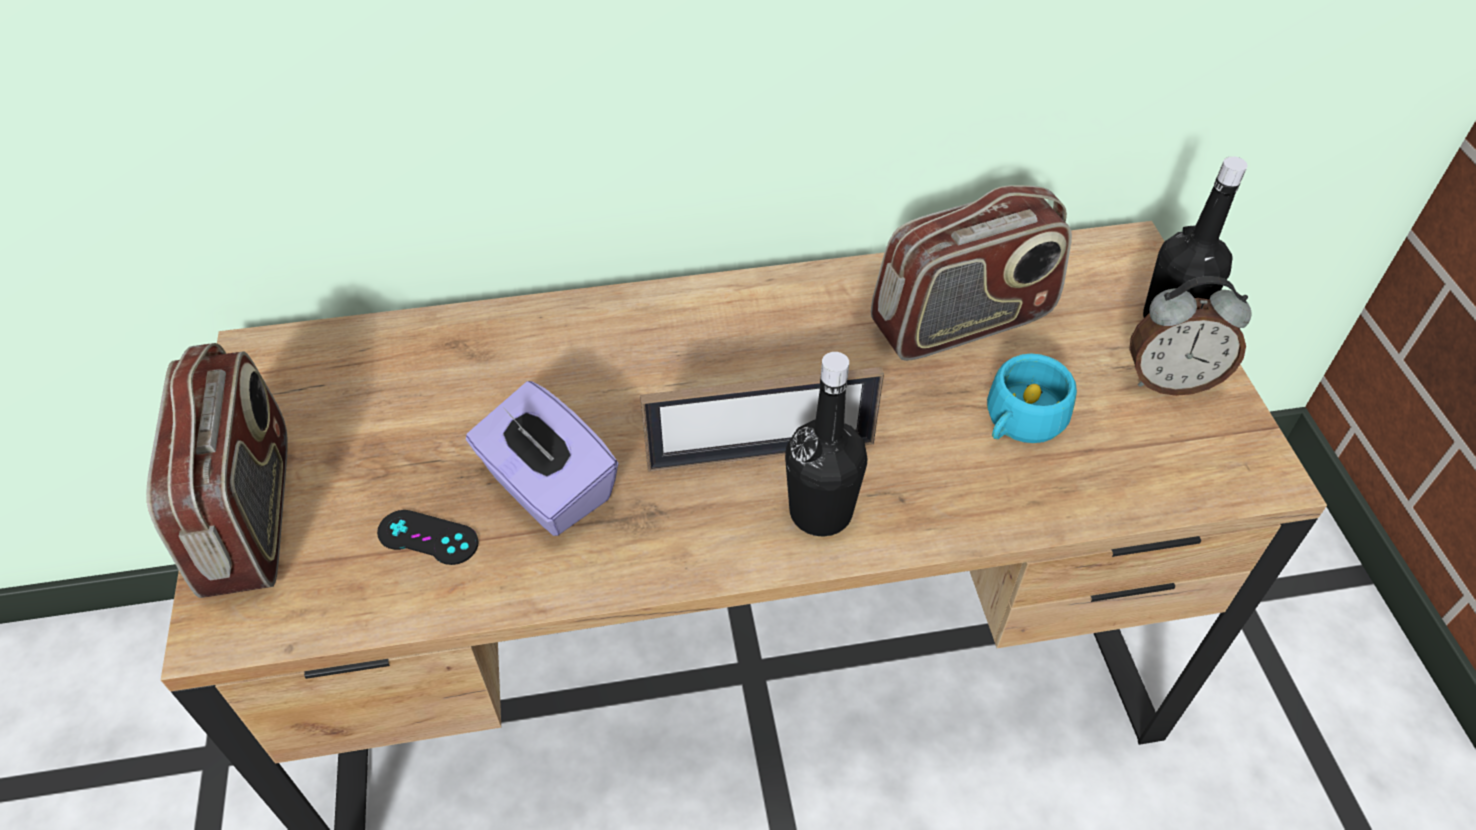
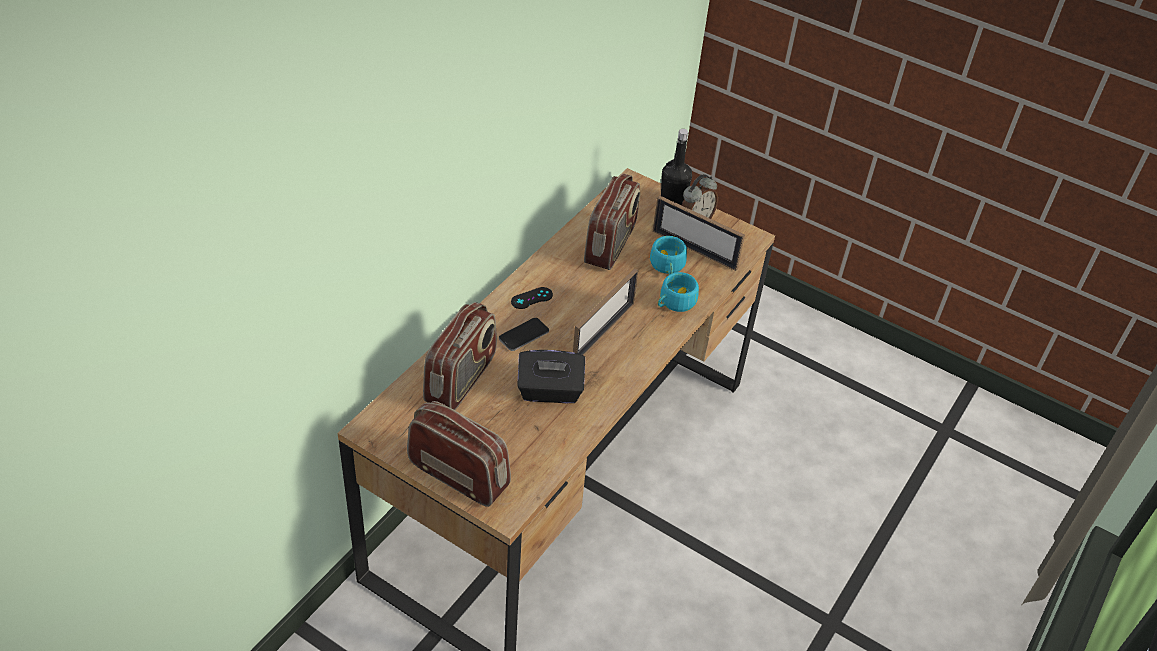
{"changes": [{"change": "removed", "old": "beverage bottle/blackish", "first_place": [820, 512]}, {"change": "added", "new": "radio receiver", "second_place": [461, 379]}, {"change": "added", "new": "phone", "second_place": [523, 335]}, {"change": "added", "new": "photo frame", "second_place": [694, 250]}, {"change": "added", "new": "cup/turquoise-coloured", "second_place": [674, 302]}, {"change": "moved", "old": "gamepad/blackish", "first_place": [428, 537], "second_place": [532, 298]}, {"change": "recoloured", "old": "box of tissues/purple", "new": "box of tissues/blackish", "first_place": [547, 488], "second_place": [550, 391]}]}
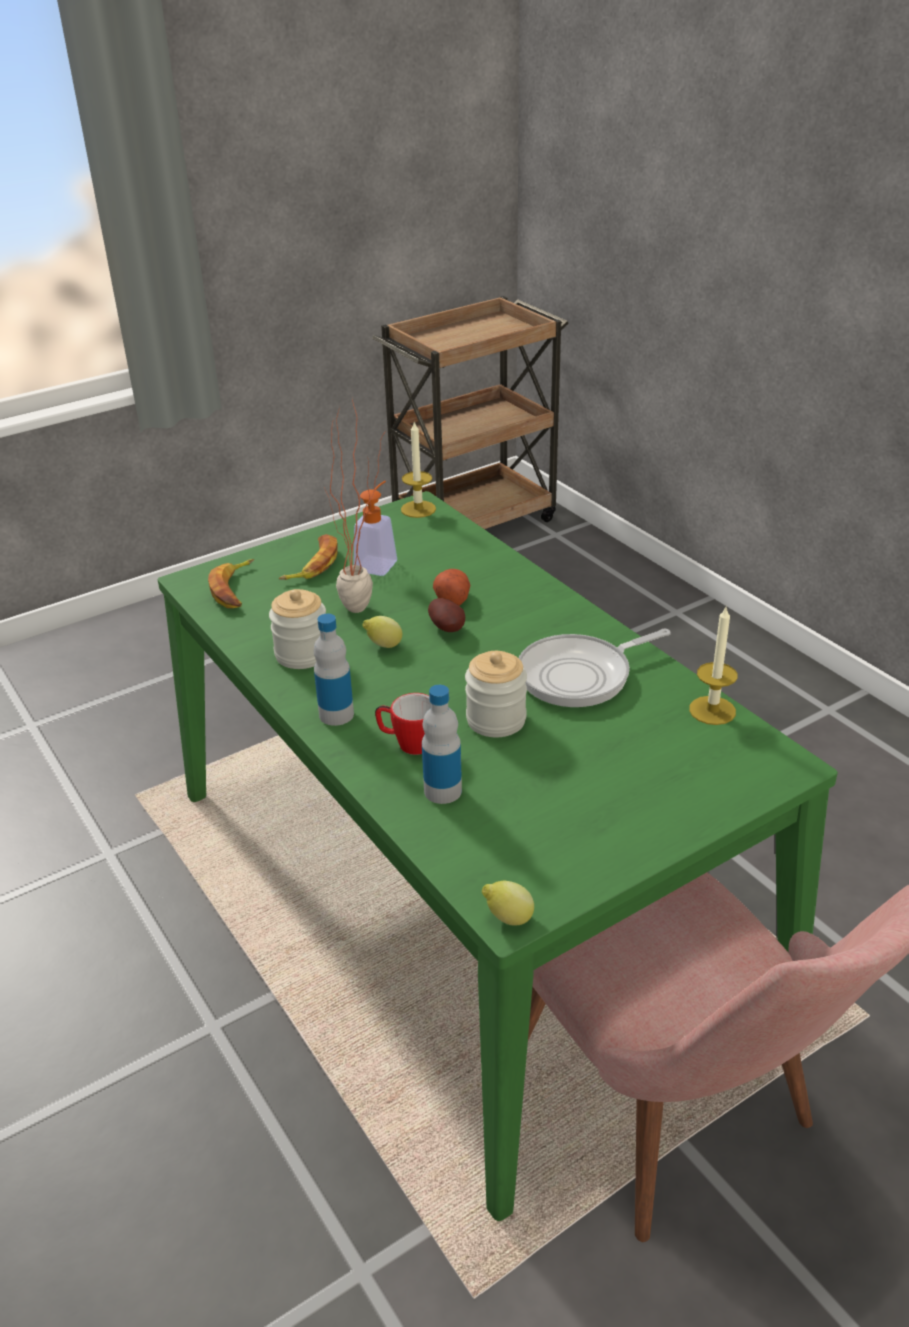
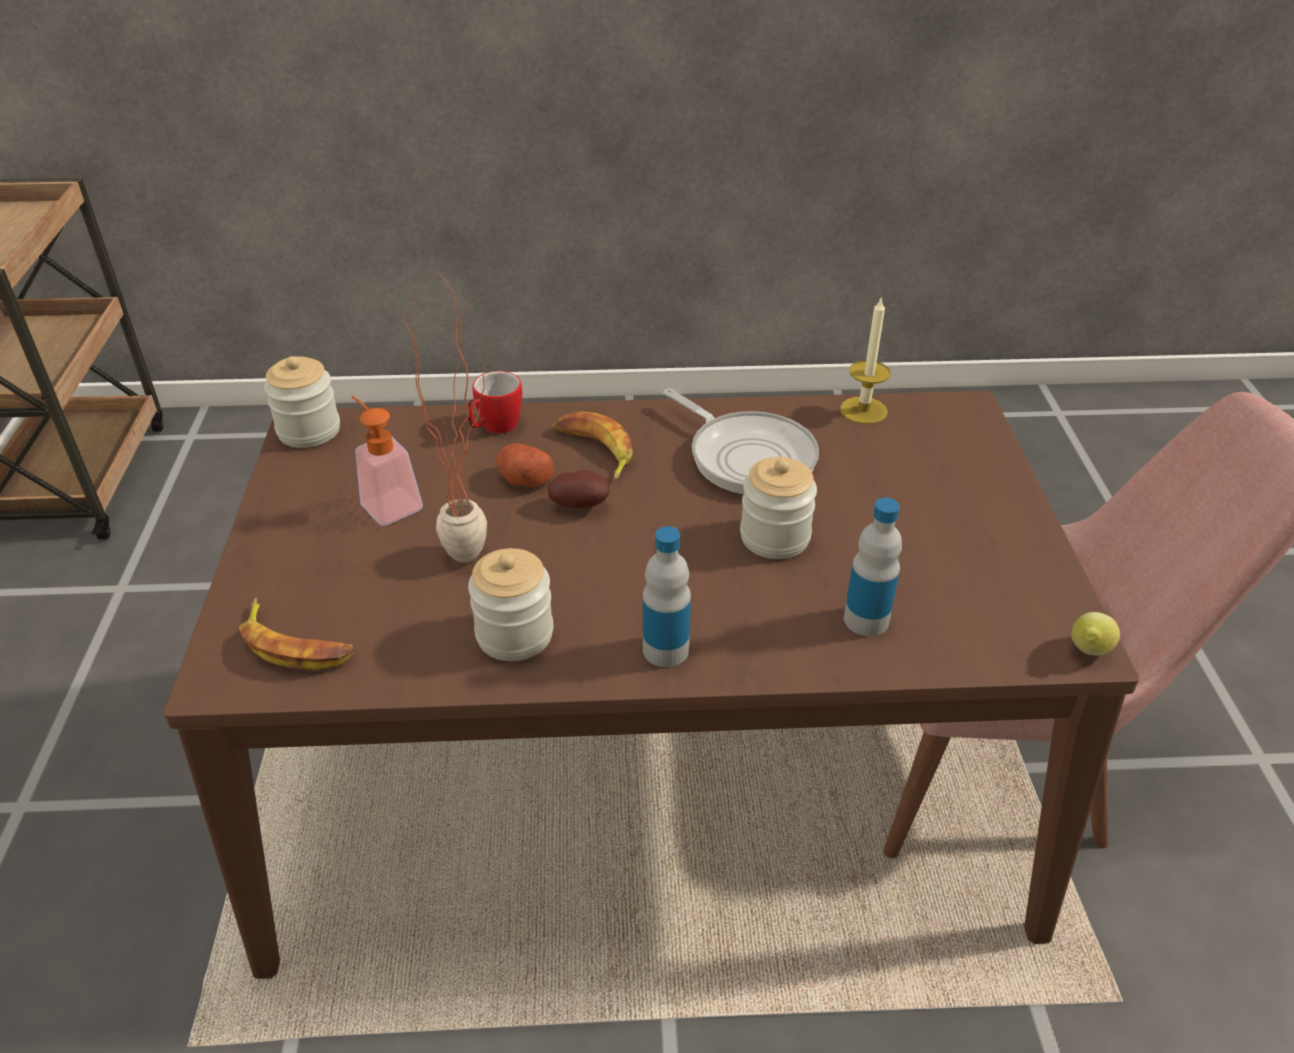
{"changes": [{"change": "removed", "old": "lemon", "first_place": [383, 646]}, {"change": "moved", "old": "banana", "first_place": [313, 564], "second_place": [593, 451]}, {"change": "moved", "old": "mug", "first_place": [408, 743], "second_place": [495, 427]}, {"change": "replaced", "old": "wax light", "new": "preserve jar", "first_place": [418, 509], "second_place": [309, 431]}, {"change": "recoloured", "old": "kitchen table/green-coloured", "new": "kitchen table/brownish", "first_place": [461, 894], "second_place": [647, 777]}, {"change": "turned", "old": "frying pan", "first_place": [580, 675], "second_place": [747, 456], "degrees": -45}]}
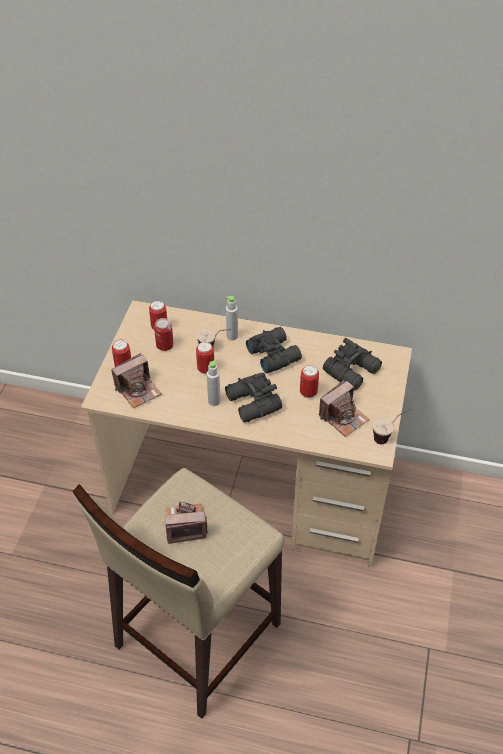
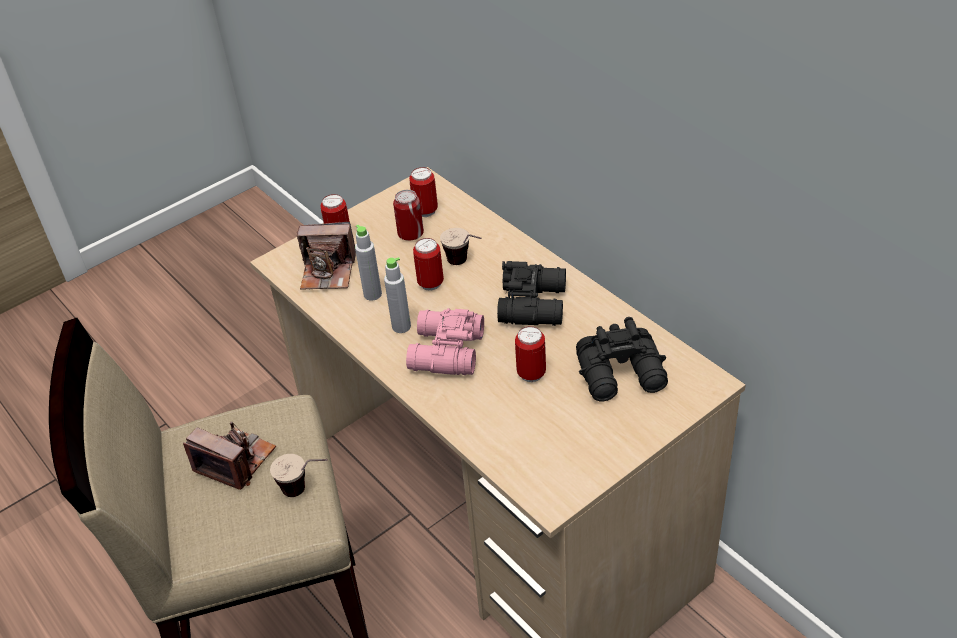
{"changes": [{"change": "removed", "old": "still camera", "first_place": [343, 417]}, {"change": "moved", "old": "beverage bottle/gray", "first_place": [232, 336], "second_place": [372, 294]}, {"change": "moved", "old": "cup", "first_place": [388, 436], "second_place": [306, 491]}, {"change": "recoloured", "old": "pair of binoculars/blackish", "new": "pair of binoculars/pinkish", "first_place": [252, 404], "second_place": [444, 352]}]}
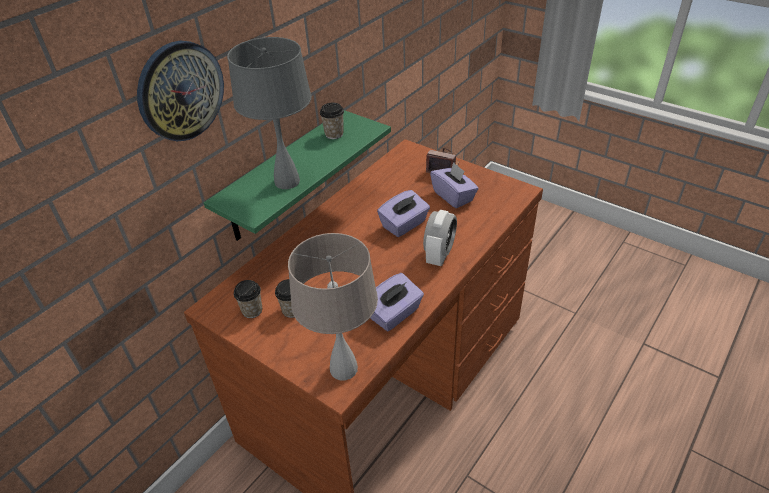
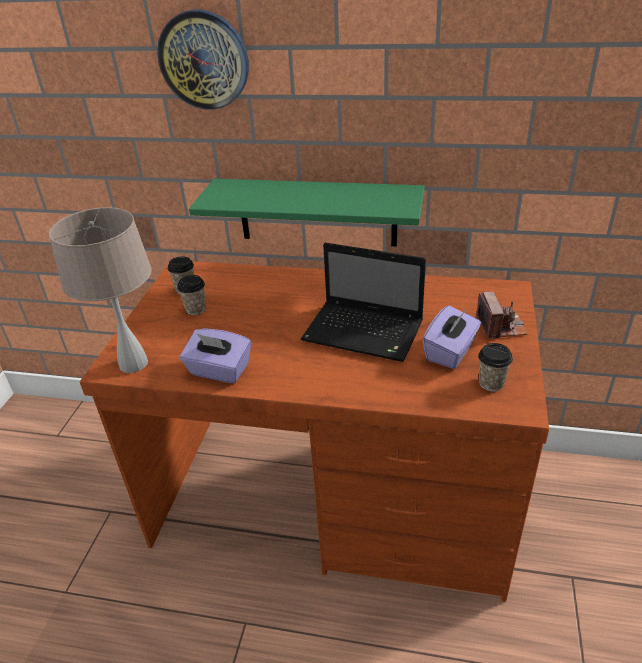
{"changes": [{"change": "removed", "old": "lamp for a table/gray", "first_place": [287, 182]}, {"change": "removed", "old": "alarm clock", "first_place": [439, 255]}, {"change": "moved", "old": "cup", "first_place": [334, 134], "second_place": [491, 383]}, {"change": "replaced", "old": "box of tissues/purple", "new": "portable computer", "first_place": [404, 225], "second_place": [365, 332]}]}
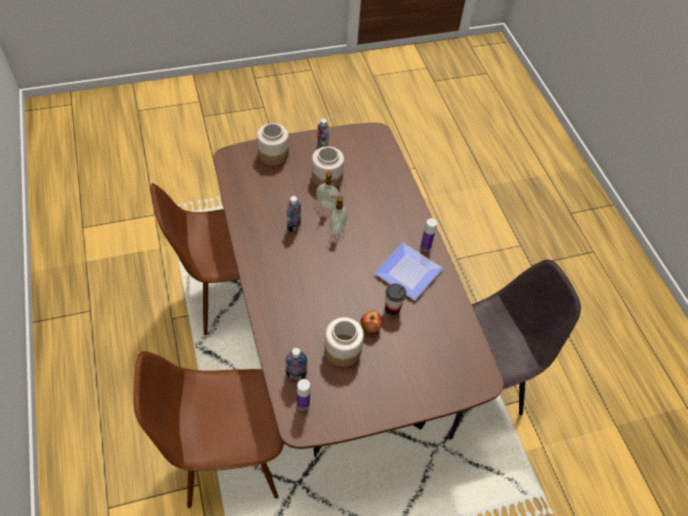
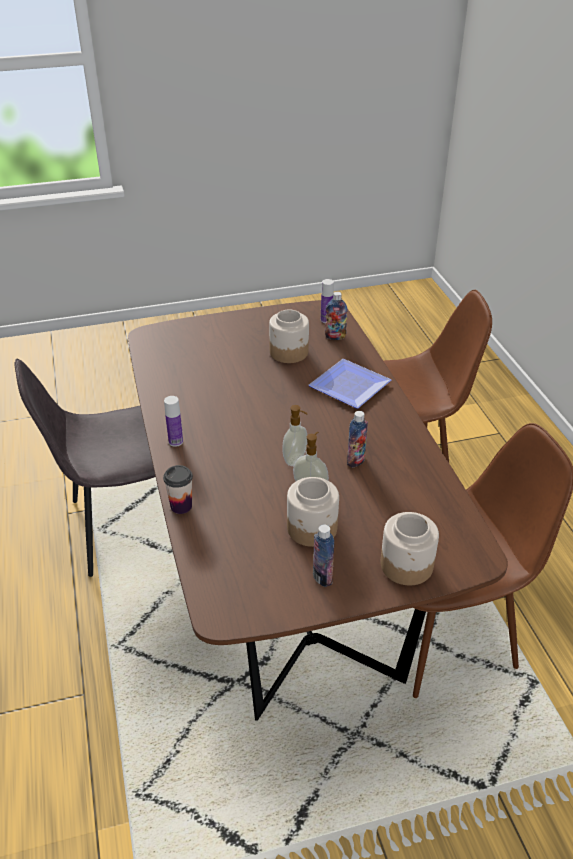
{"changes": [{"change": "removed", "old": "apple", "first_place": [370, 327]}, {"change": "moved", "old": "plate", "first_place": [408, 274], "second_place": [349, 384]}, {"change": "moved", "old": "cup", "first_place": [392, 308], "second_place": [181, 506]}]}
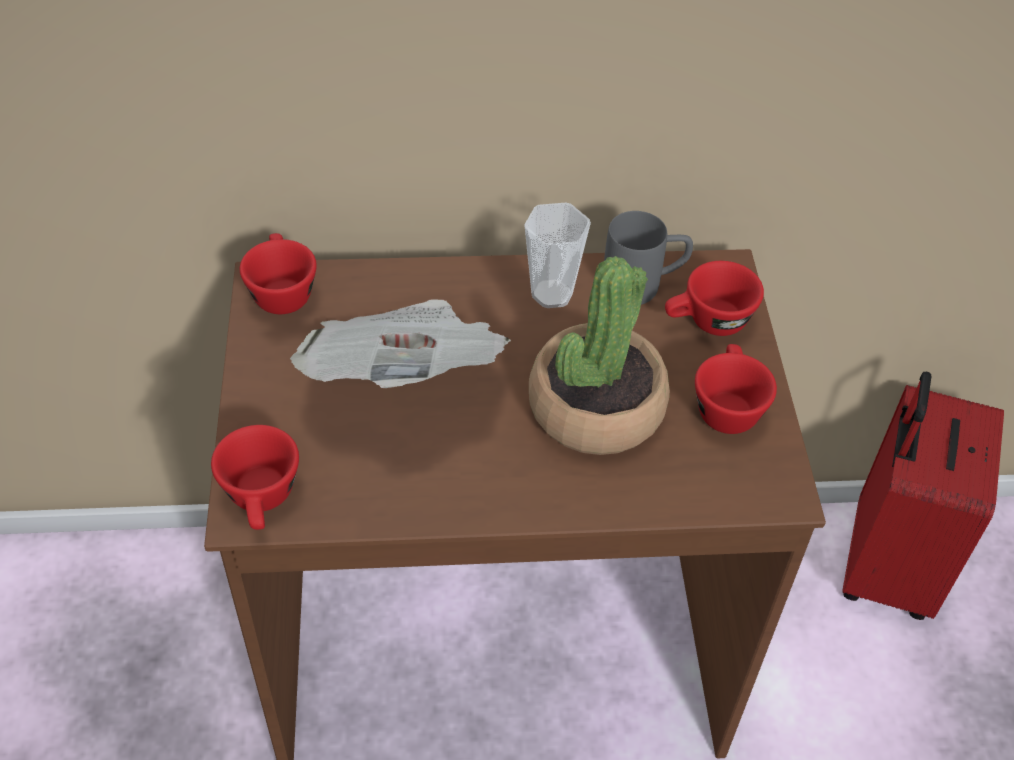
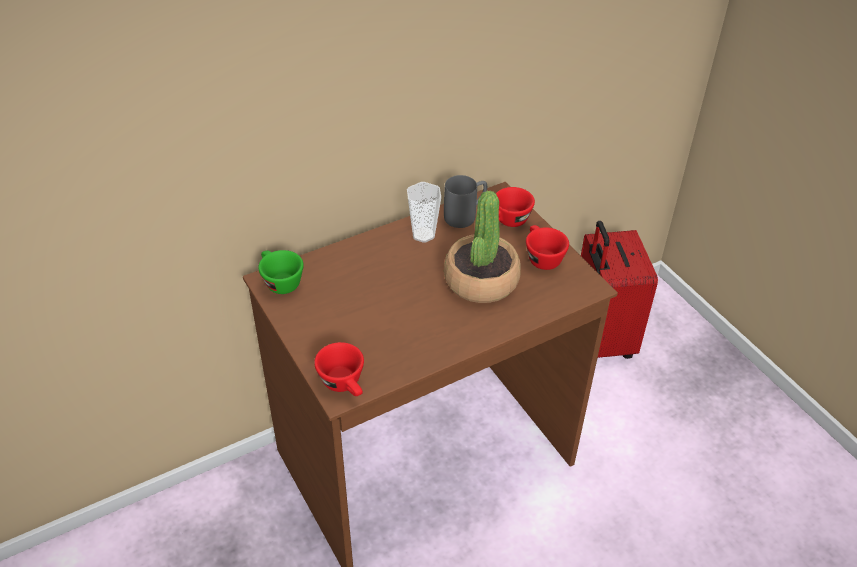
{"changes": [{"change": "removed", "old": "newspaper", "first_place": [405, 379]}, {"change": "recoloured", "old": "cup/reddish", "new": "cup/green-coloured", "first_place": [280, 291], "second_place": [279, 281]}]}
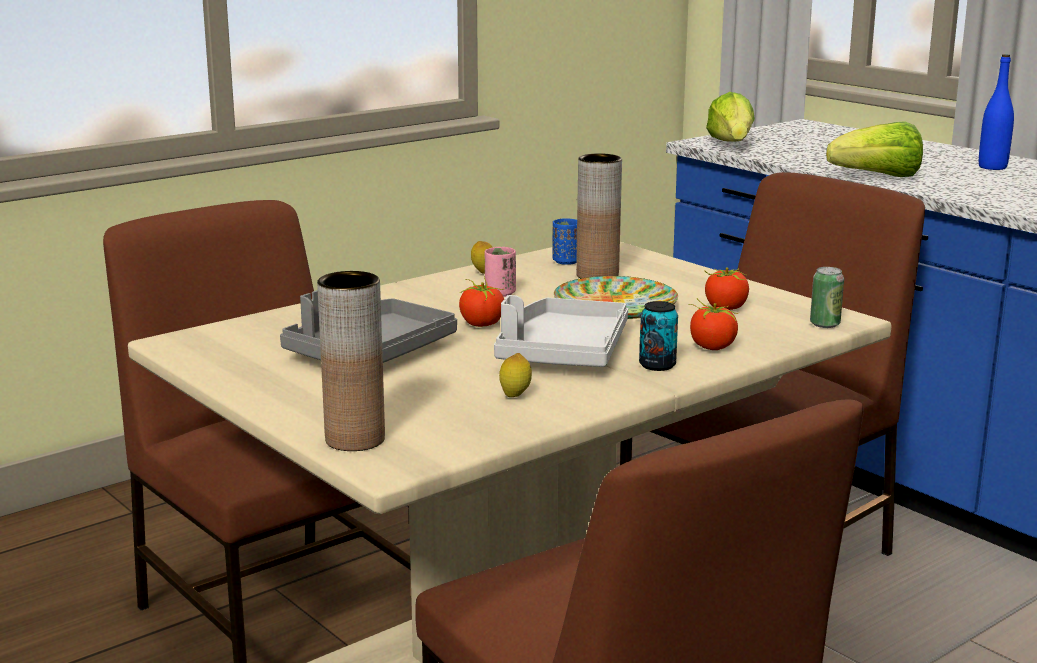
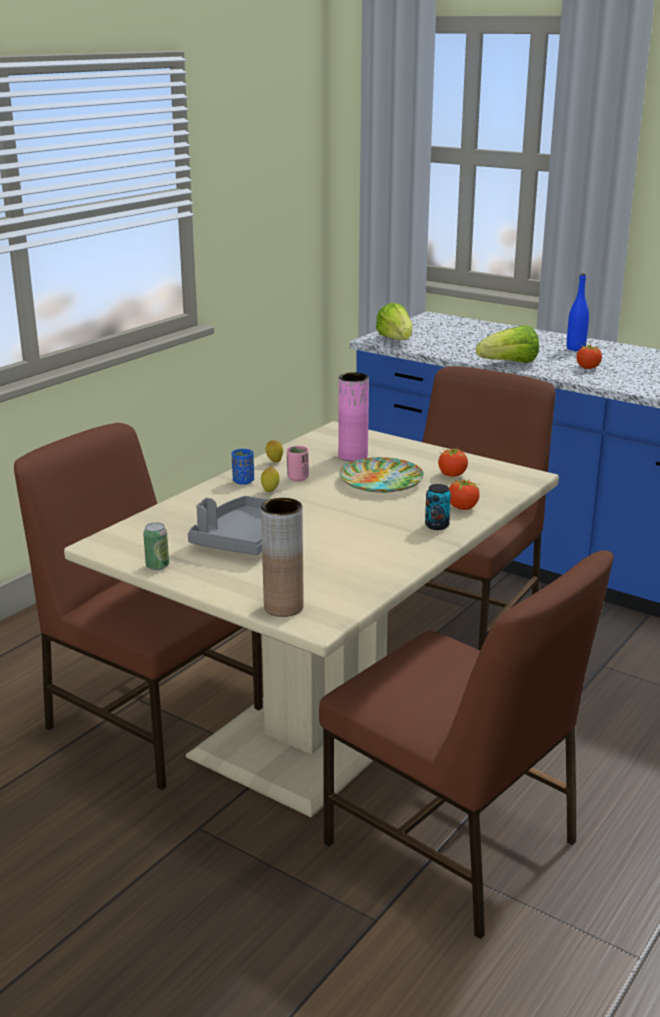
{"changes": [{"change": "removed", "old": "tray/gray", "first_place": [562, 353]}, {"change": "moved", "old": "whole tomato", "first_place": [481, 324], "second_place": [587, 367]}, {"change": "moved", "old": "lemon", "first_place": [515, 396], "second_place": [270, 491]}, {"change": "moved", "old": "cup/blue-coloured", "first_place": [566, 261], "second_place": [243, 481]}, {"change": "moved", "old": "metal can", "first_place": [824, 324], "second_place": [157, 566]}, {"change": "recoloured", "old": "flower vase/brownish", "new": "flower vase/pinkish", "first_place": [597, 275], "second_place": [353, 456]}]}
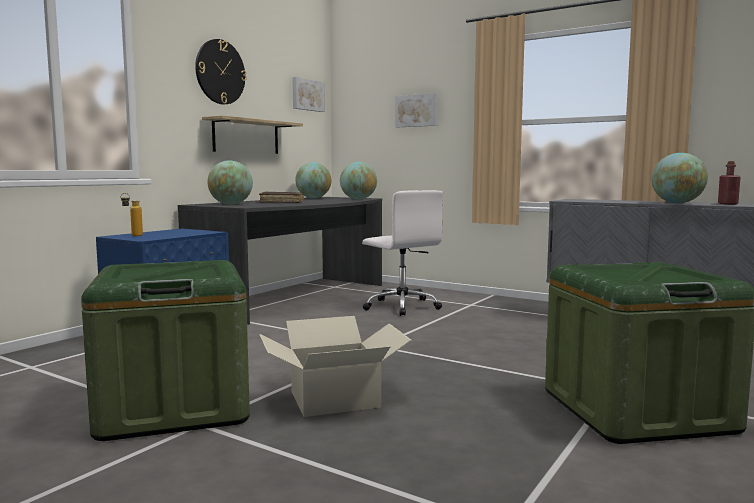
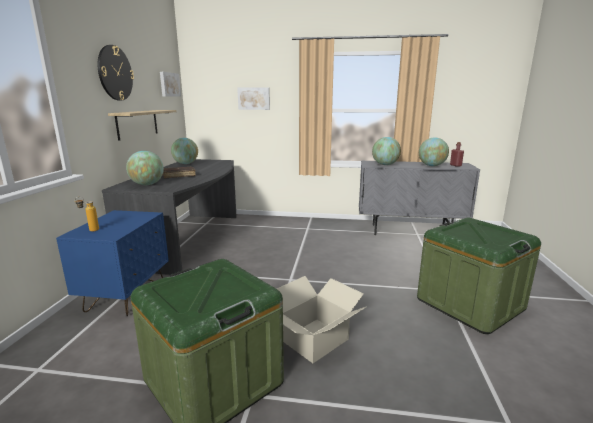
{"changes": [{"change": "removed", "old": "office chair/white-coloured", "first_place": [401, 306]}, {"change": "moved", "old": "globe", "first_place": [358, 199], "second_place": [385, 165]}]}
